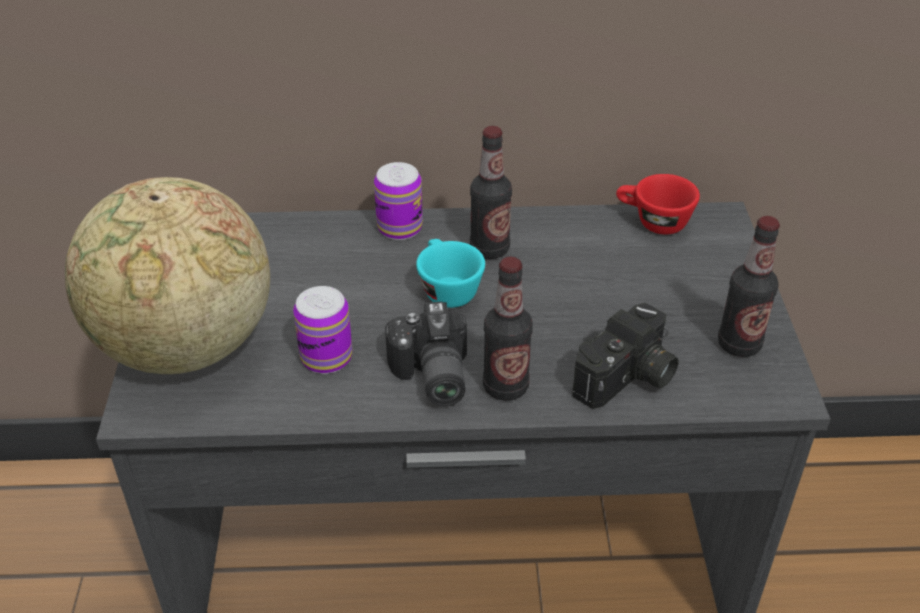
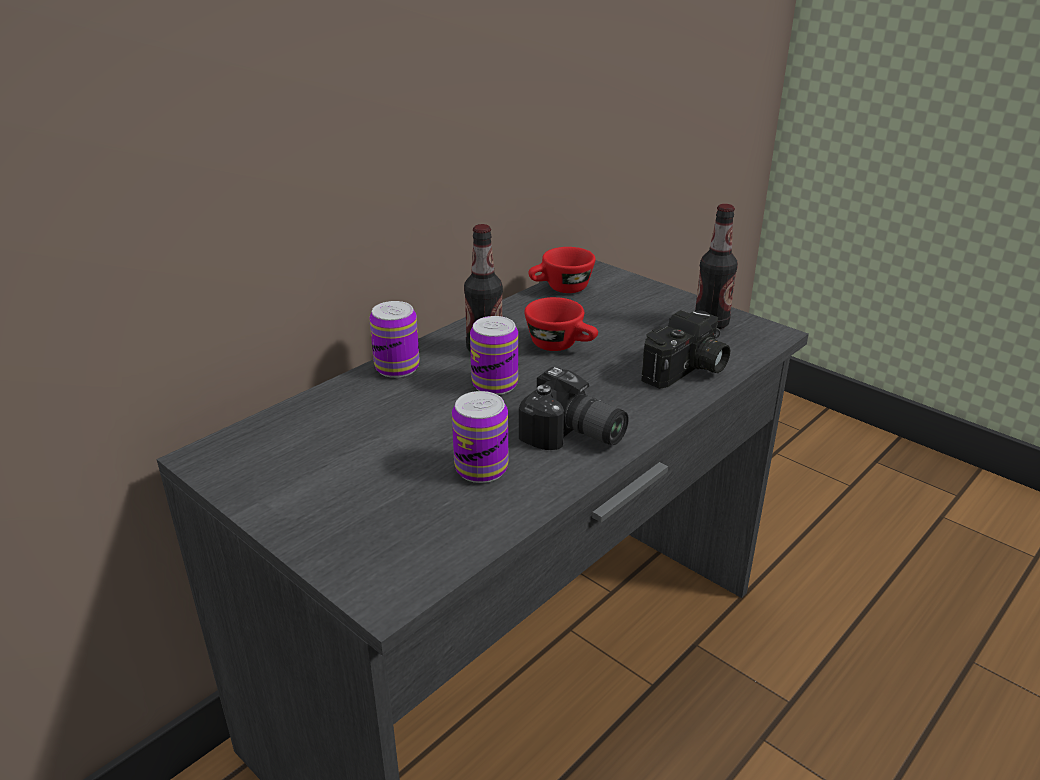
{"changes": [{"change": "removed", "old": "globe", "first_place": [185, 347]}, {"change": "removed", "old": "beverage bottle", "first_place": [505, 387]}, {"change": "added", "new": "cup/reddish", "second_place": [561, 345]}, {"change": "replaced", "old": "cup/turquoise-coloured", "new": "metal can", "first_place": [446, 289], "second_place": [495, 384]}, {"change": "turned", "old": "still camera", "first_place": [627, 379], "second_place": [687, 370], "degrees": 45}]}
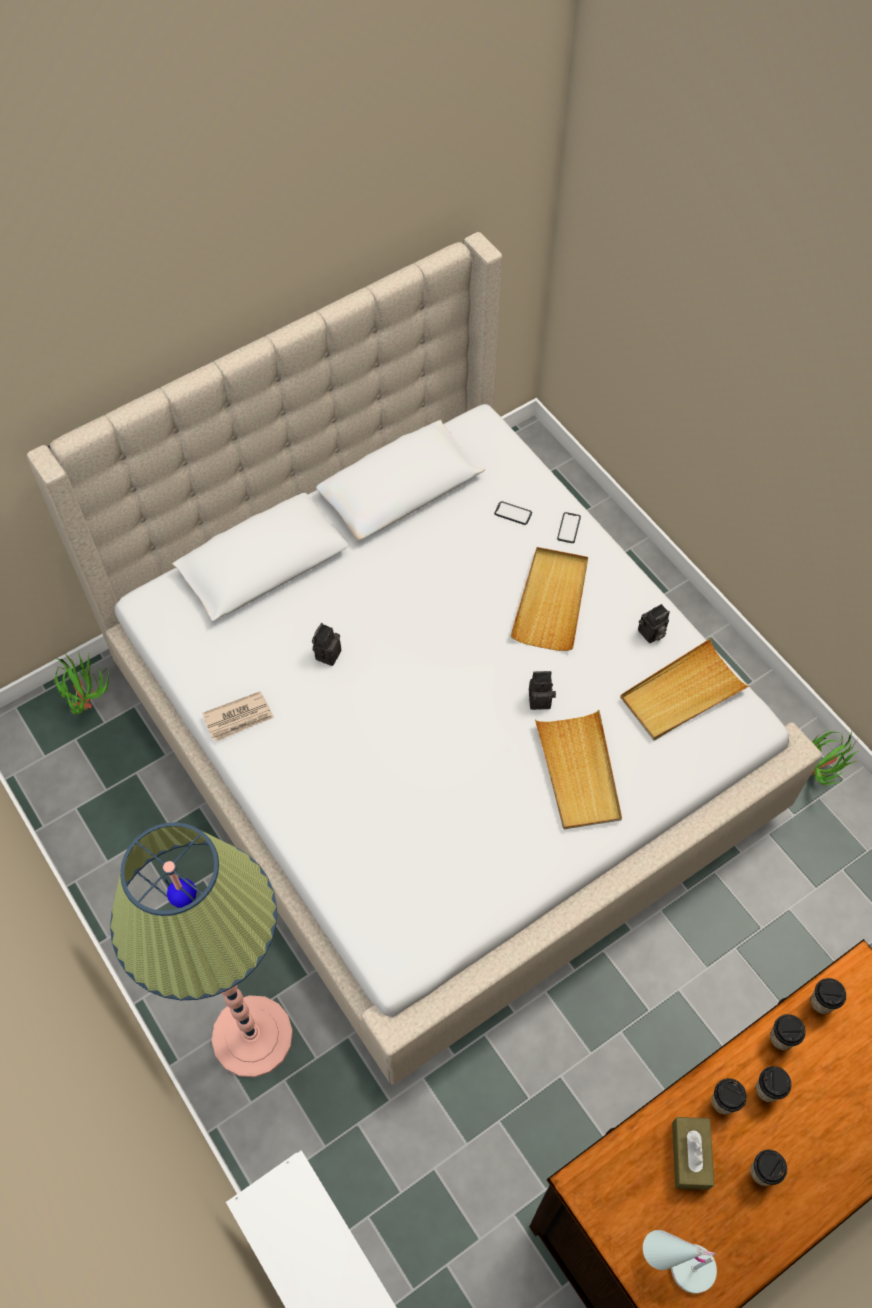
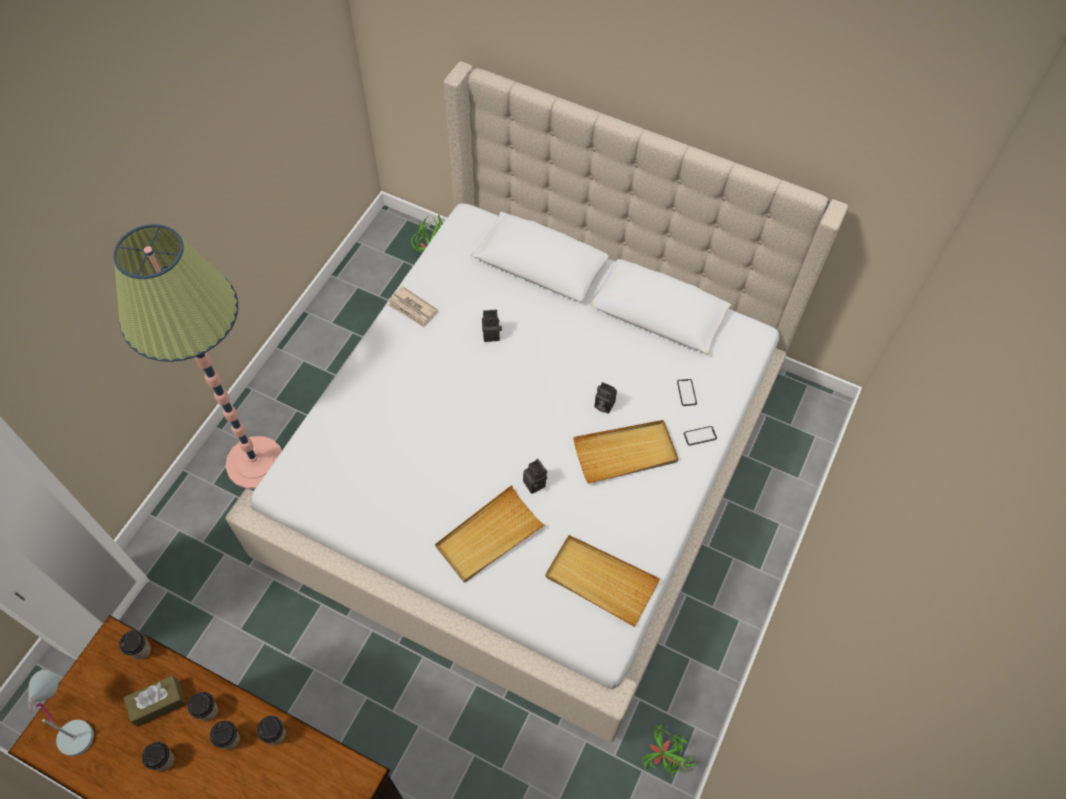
{"changes": [{"change": "moved", "old": "still camera", "first_place": [651, 634], "second_place": [603, 405]}, {"change": "moved", "old": "cup", "first_place": [822, 1002], "second_place": [141, 650]}]}
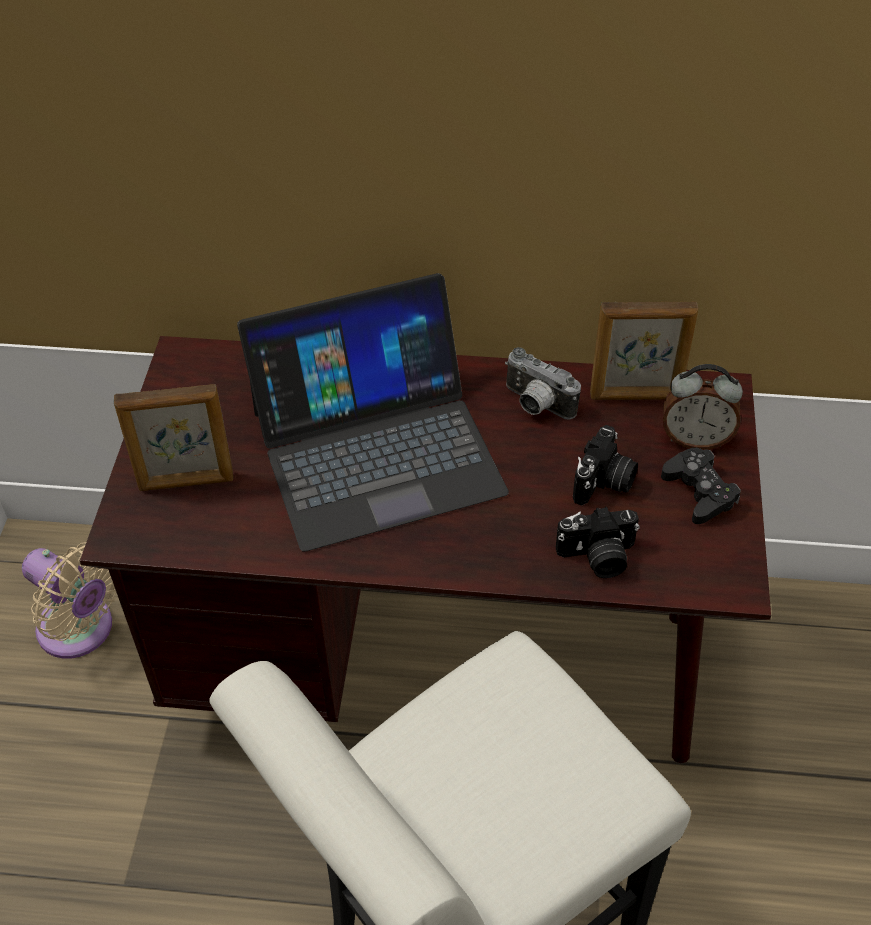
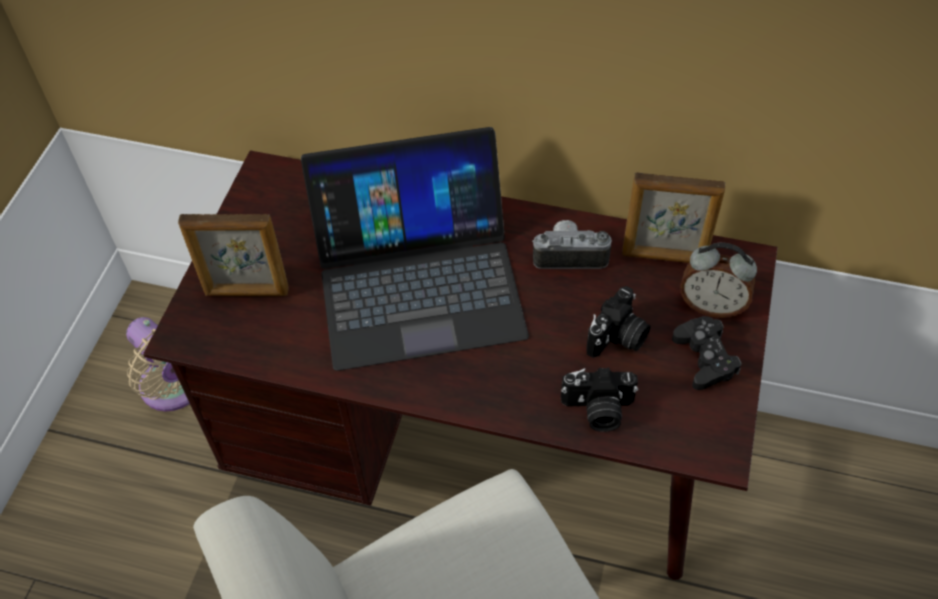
{"changes": [{"change": "turned", "old": "still camera", "first_place": [535, 405], "second_place": [570, 255], "degrees": 135}]}
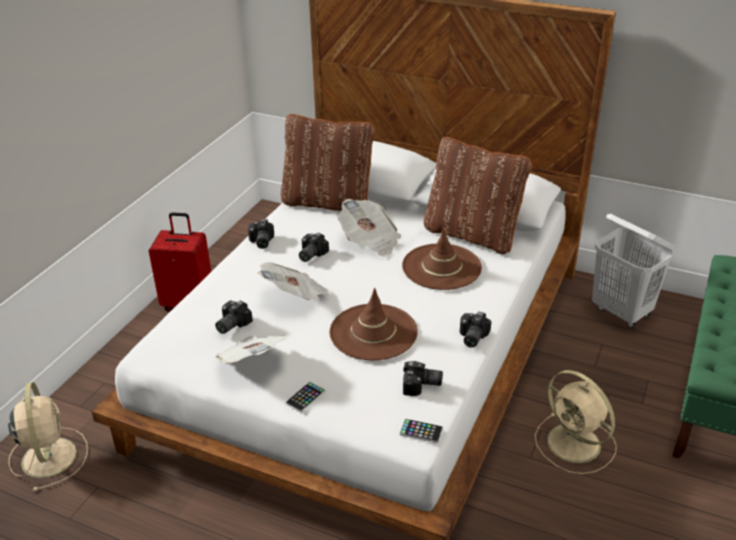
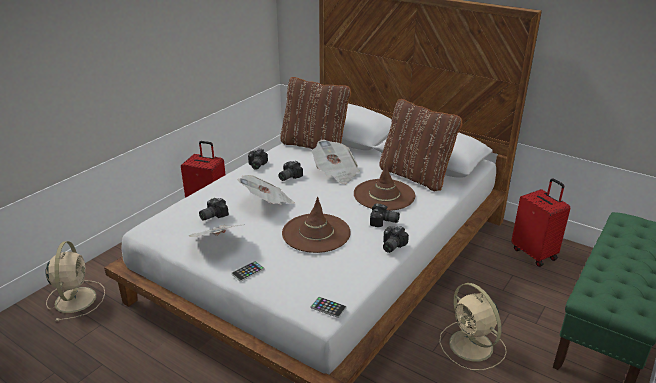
{"changes": [{"change": "moved", "old": "still camera", "first_place": [422, 386], "second_place": [384, 222]}, {"change": "replaced", "old": "laundry basket/white-coloured", "new": "piece of luggage/reddish", "first_place": [621, 312], "second_place": [534, 253]}]}
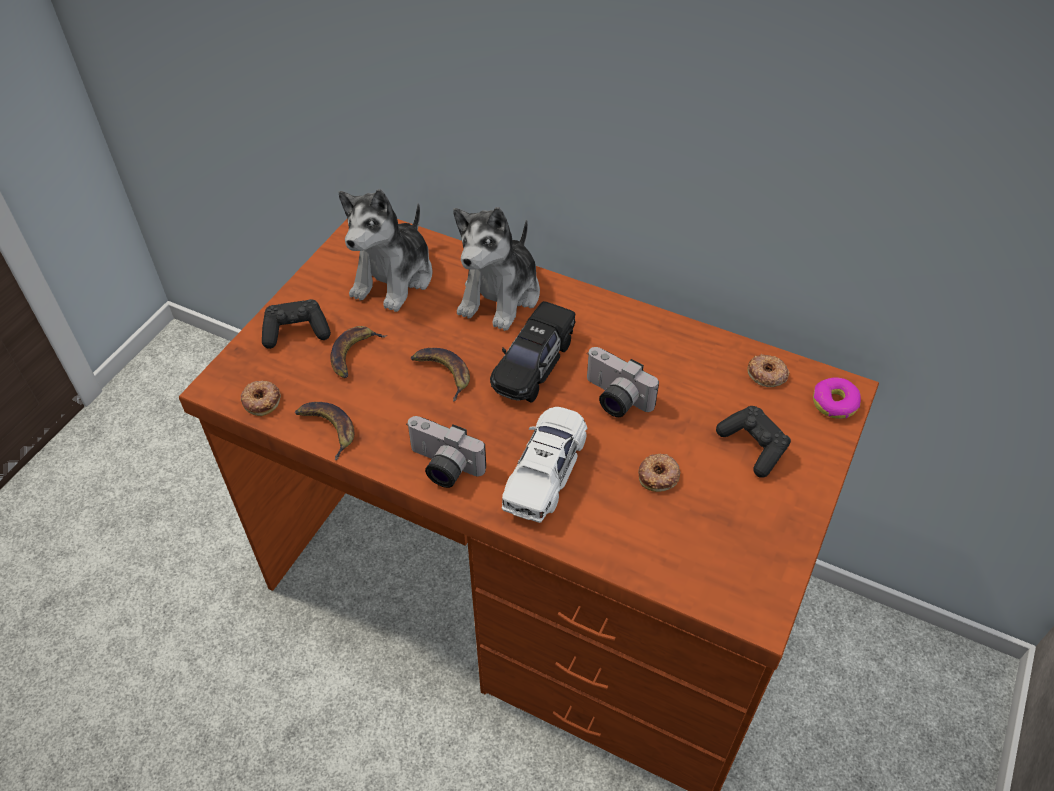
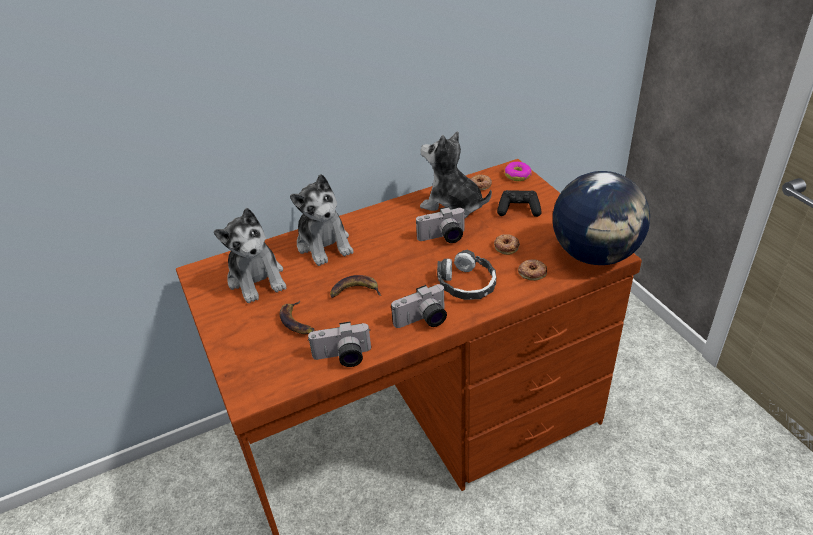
{"changes": [{"change": "removed", "old": "gamepad/blackish", "first_place": [296, 332]}, {"change": "removed", "old": "toy car/blackish", "first_place": [533, 364]}, {"change": "added", "new": "plush toy", "second_place": [452, 206]}, {"change": "added", "new": "globe", "second_place": [595, 254]}, {"change": "moved", "old": "doughnut", "first_place": [262, 400], "second_place": [532, 272]}, {"change": "replaced", "old": "banana", "new": "still camera", "first_place": [327, 428], "second_place": [342, 358]}, {"change": "replaced", "old": "toy car/white-coloured", "new": "pair of headphones", "first_place": [545, 473], "second_place": [466, 284]}]}
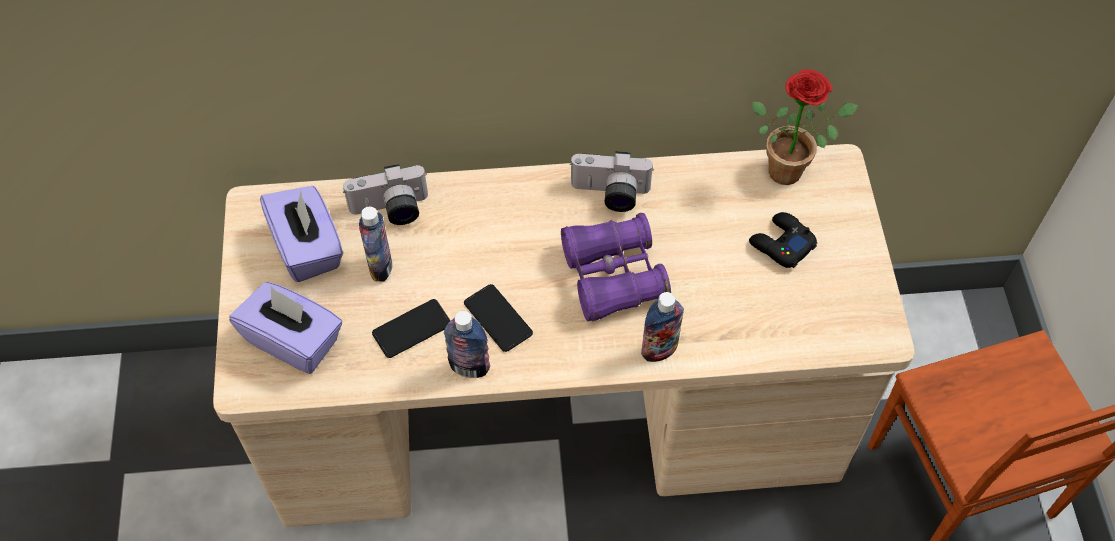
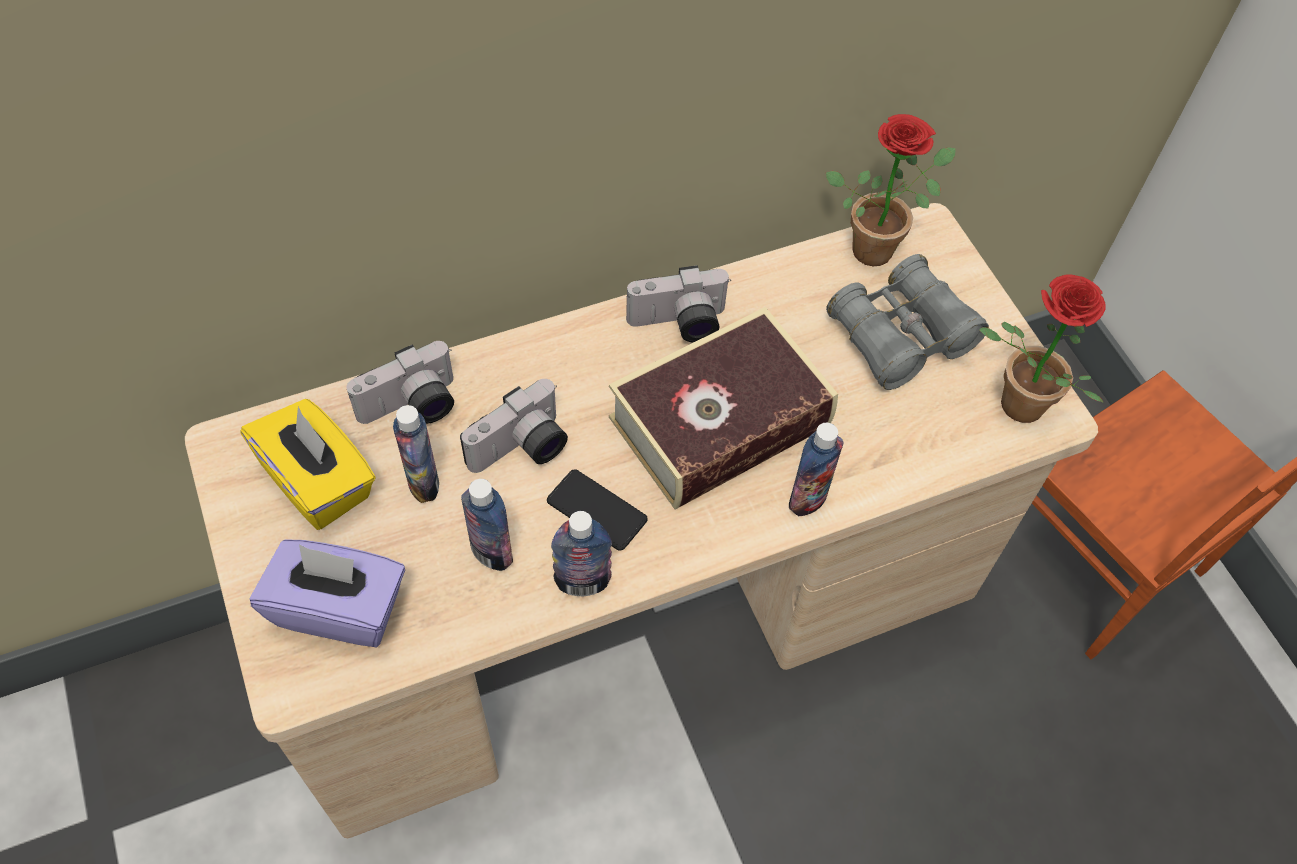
{"changes": [{"change": "added", "new": "still camera", "second_place": [522, 450]}, {"change": "added", "new": "houseplant", "second_place": [1013, 407]}, {"change": "replaced", "old": "phone", "new": "beverage bottle", "first_place": [412, 329], "second_place": [491, 552]}, {"change": "replaced", "old": "pair of binoculars/purple", "new": "bound book", "first_place": [613, 276], "second_place": [719, 422]}, {"change": "replaced", "old": "gamepad/blackish", "new": "pair of binoculars/gray", "first_place": [781, 244], "second_place": [901, 336]}, {"change": "recoloured", "old": "box of tissues/purple", "new": "box of tissues/yellow", "first_place": [308, 248], "second_place": [319, 482]}]}
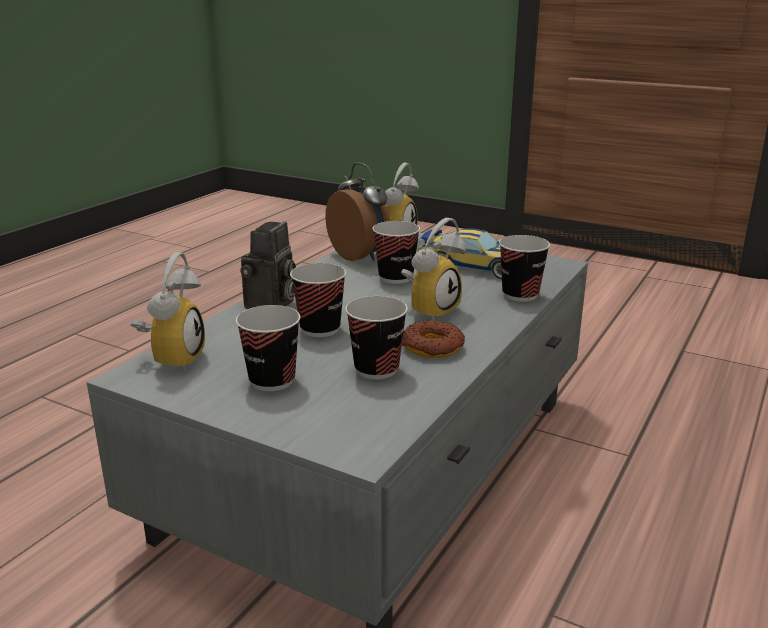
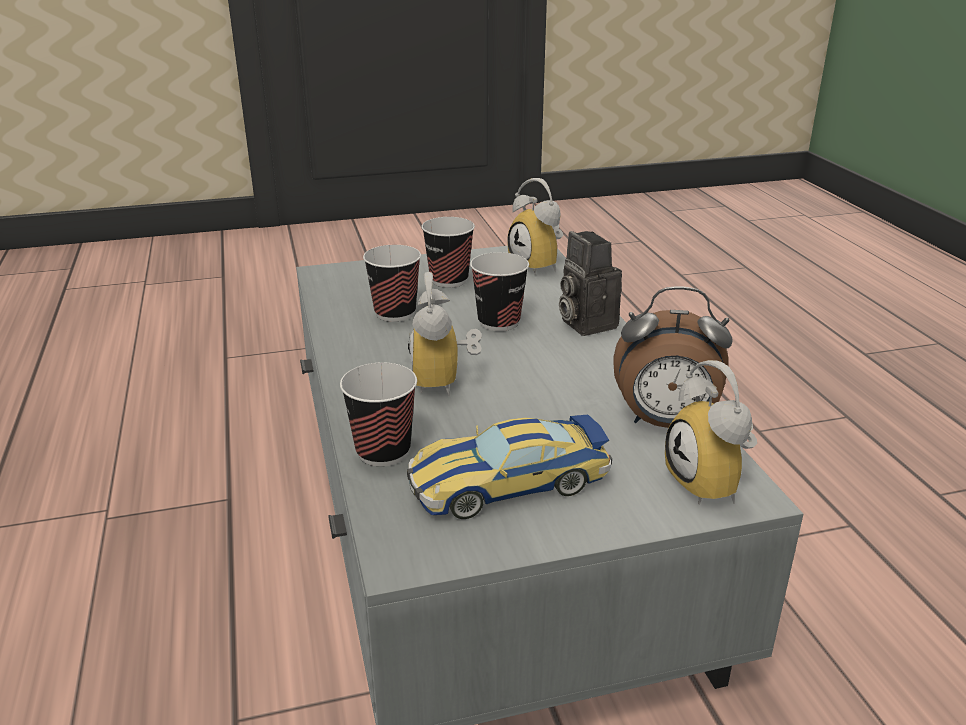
{"changes": [{"change": "removed", "old": "cup", "first_place": [395, 277]}, {"change": "removed", "old": "doughnut", "first_place": [432, 347]}]}
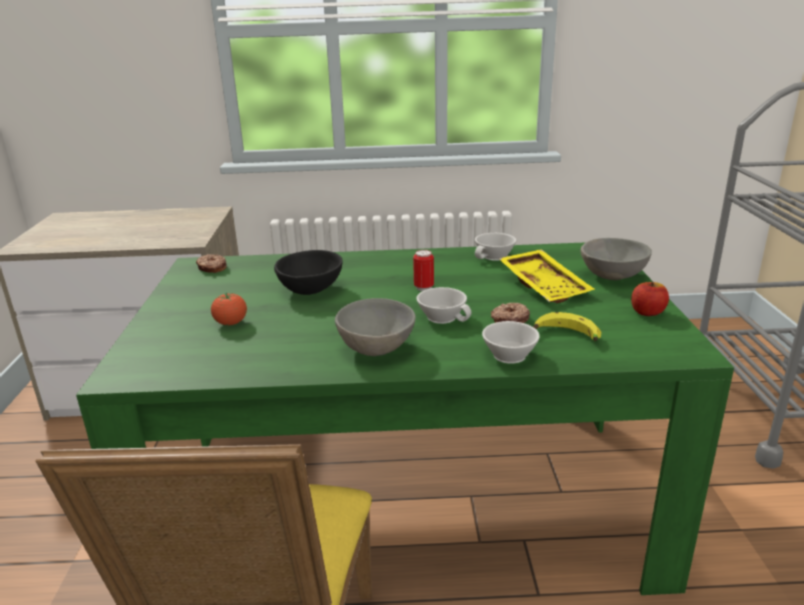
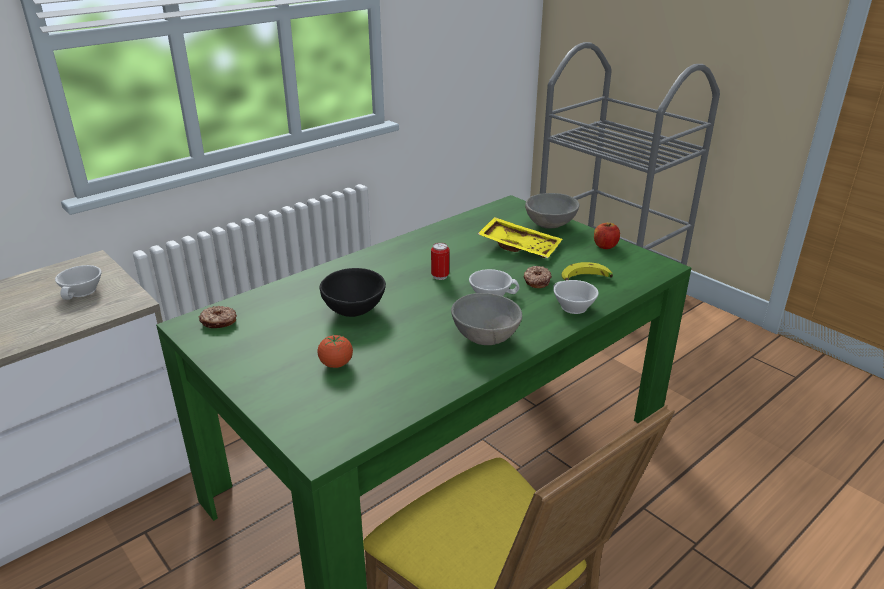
{"changes": [{"change": "moved", "old": "cup/white-coloured", "first_place": [495, 257], "second_place": [83, 291]}]}
